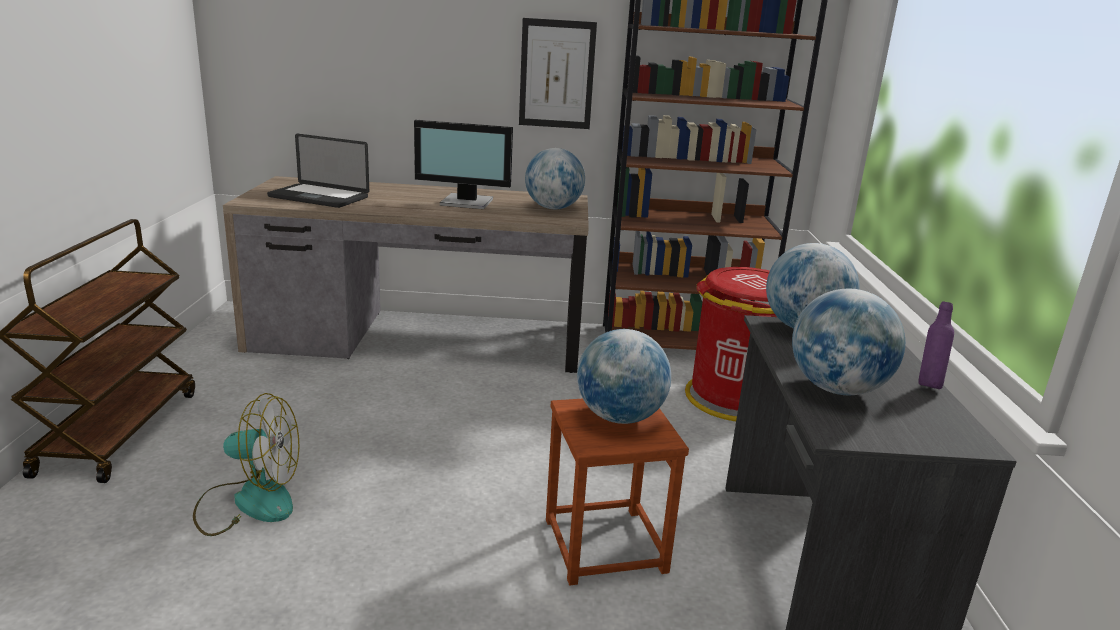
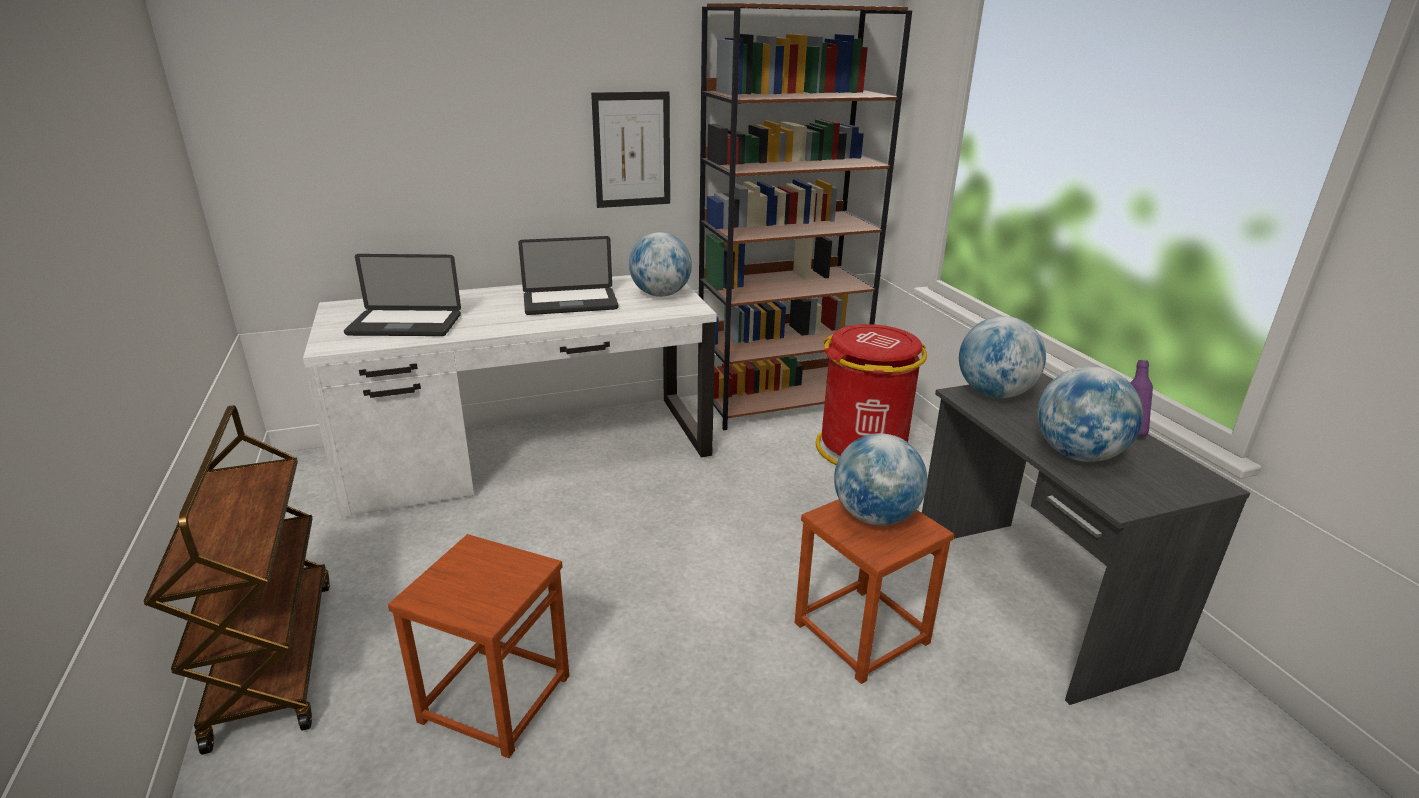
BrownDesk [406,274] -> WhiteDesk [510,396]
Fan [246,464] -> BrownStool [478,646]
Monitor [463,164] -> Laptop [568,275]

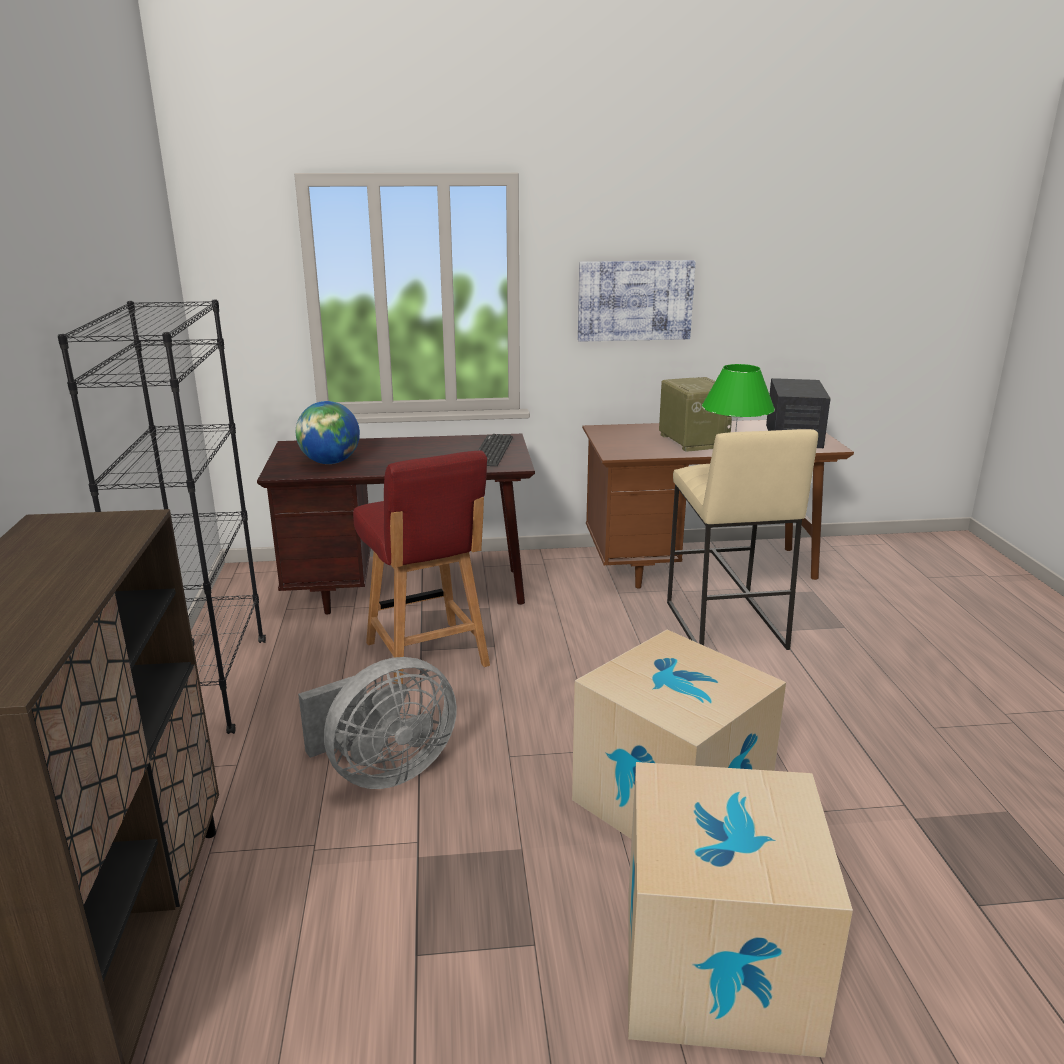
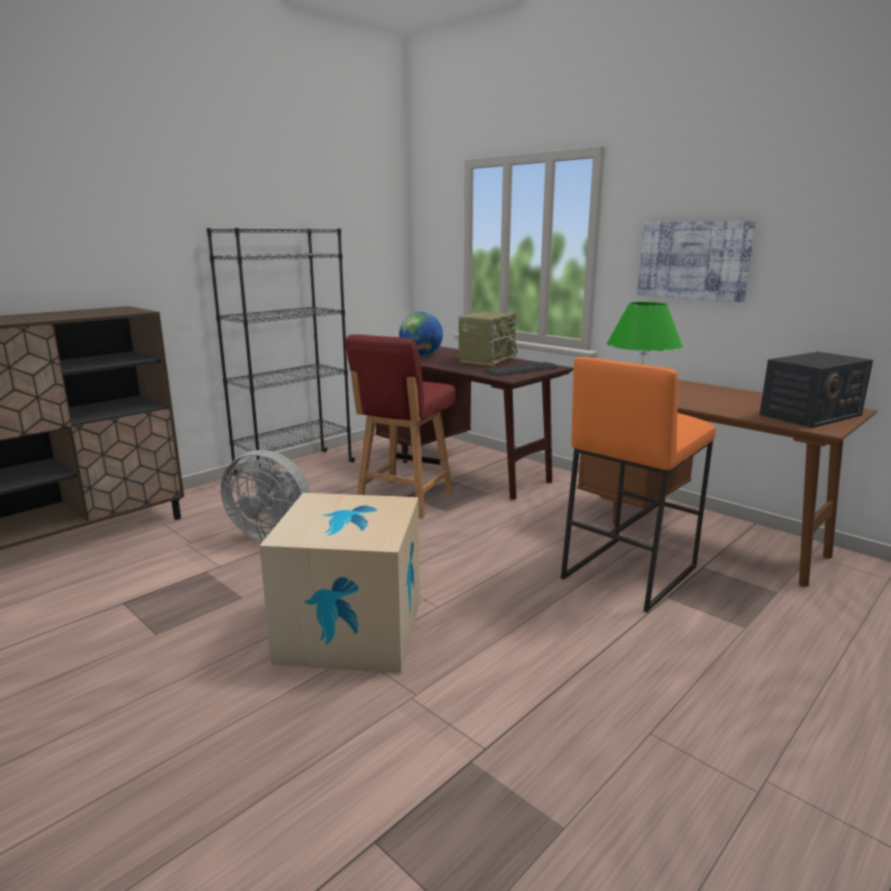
Radio [695,414] -> Radio [488,339], move
BeigeStool [742,539] -> OrangeStool [638,484]
CardboardBox [740,910] -> none

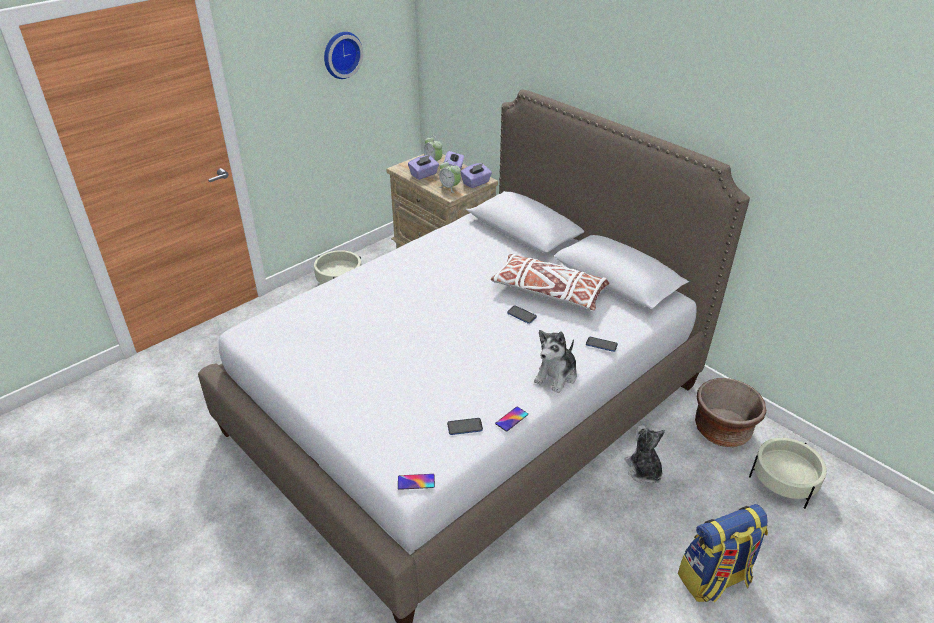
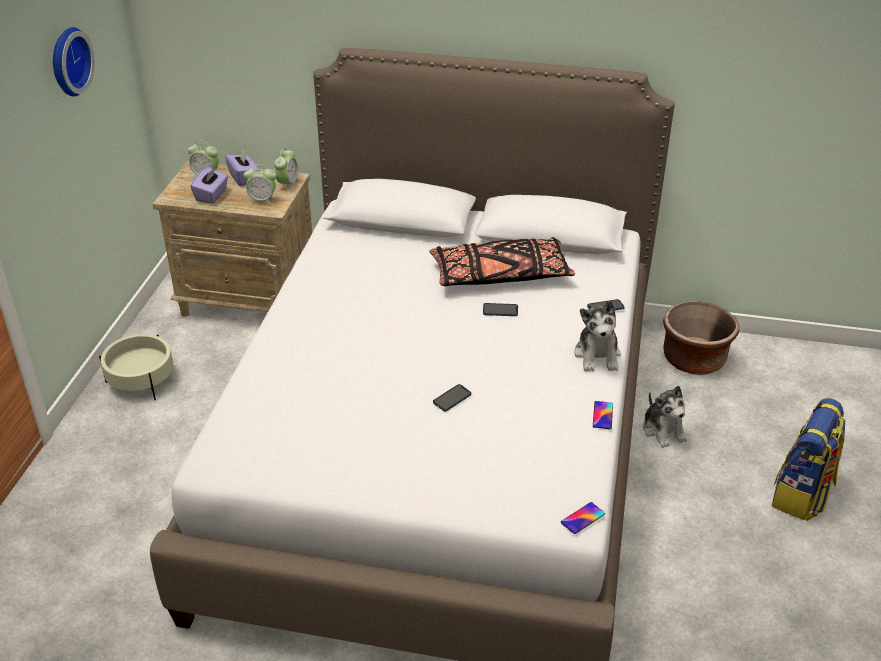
PurpleTissueBox [476,175] -> AlarmClock [287,170]
WhitePillow [550,282] -> BlackPillow [502,261]
Phone [465,426] -> Phone [452,398], move
PlushToy [645,454] -> PlushToy [665,417], 150 degrees counterclockwise
BeigePlanter [788,473] -> none

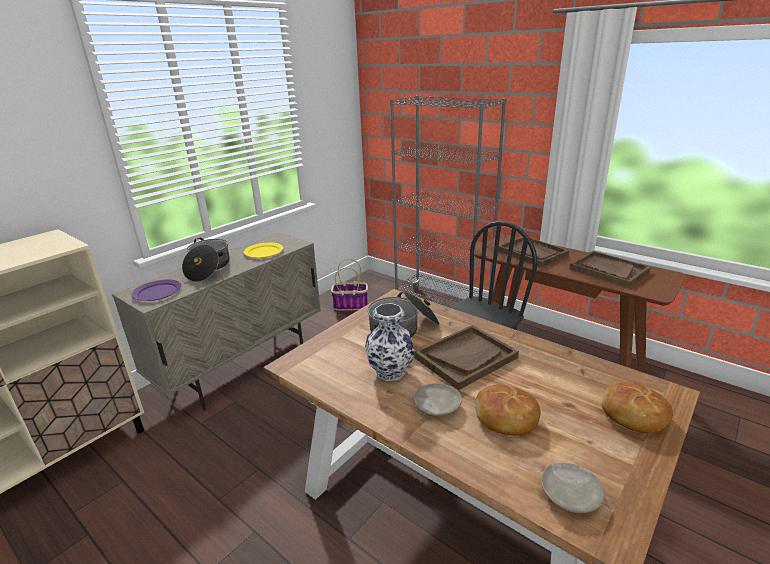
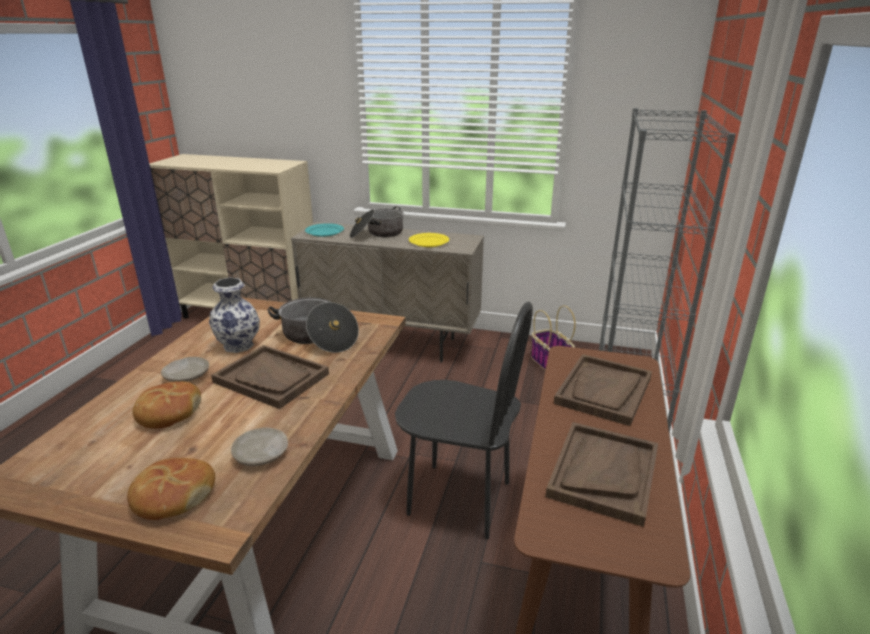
BeigePlate [573,488] -> BeigePlate [259,446], move
PurplePlate [156,290] -> TurquoisePlate [324,230]

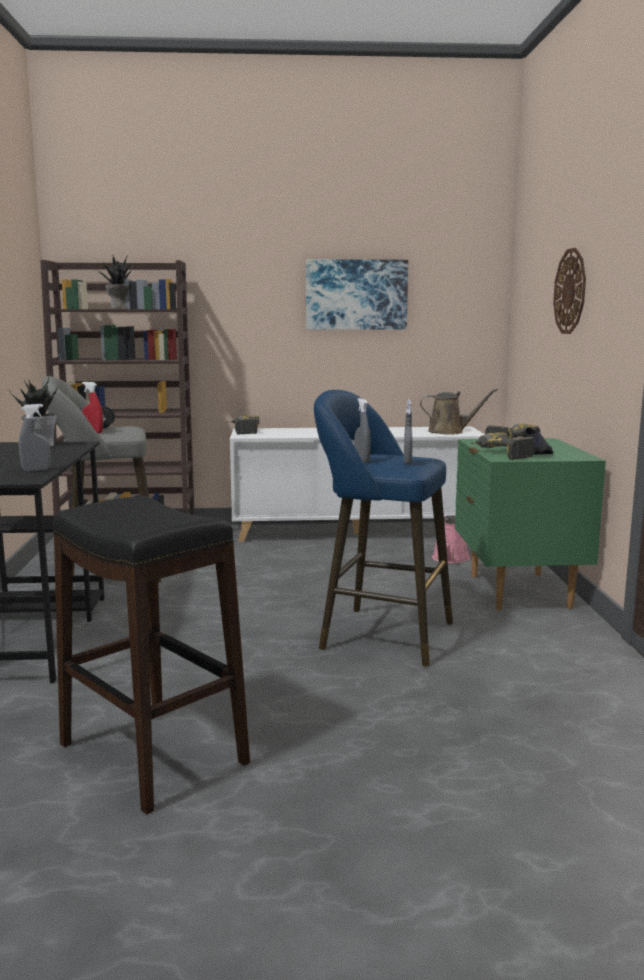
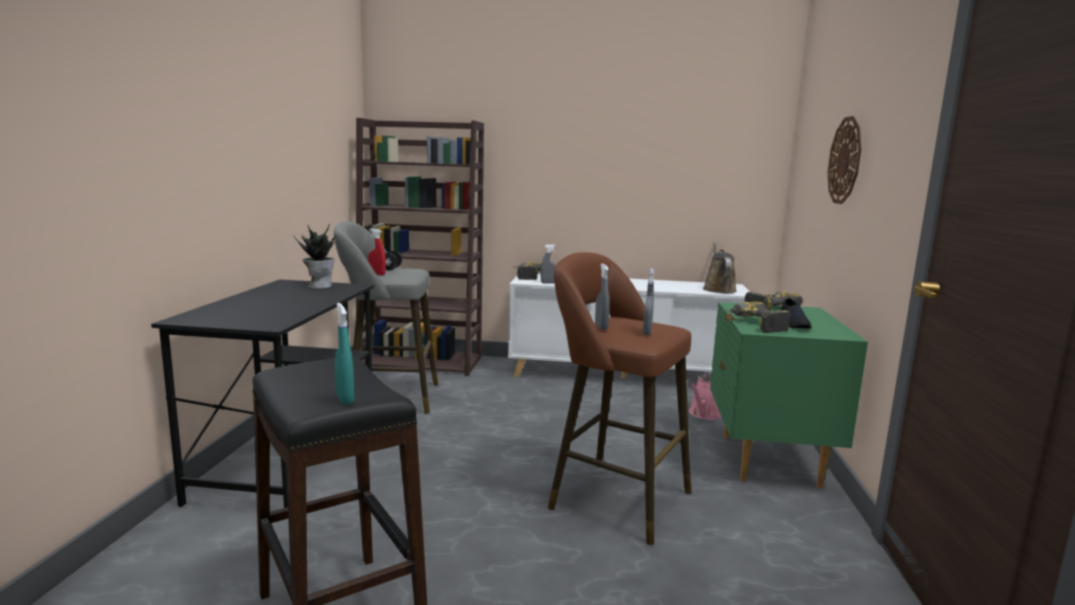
none -> TurquoiseSprayBottle [344,354]
GreySprayBottle [35,438] -> GreySprayBottle [548,263], move
BlueStool [383,528] -> BrownStool [619,398]
BrownWateringCan [459,411] -> BrownWateringCan [720,267], 105 degrees counterclockwise
PottedPlant [114,282] -> none
Picture [357,294] -> none

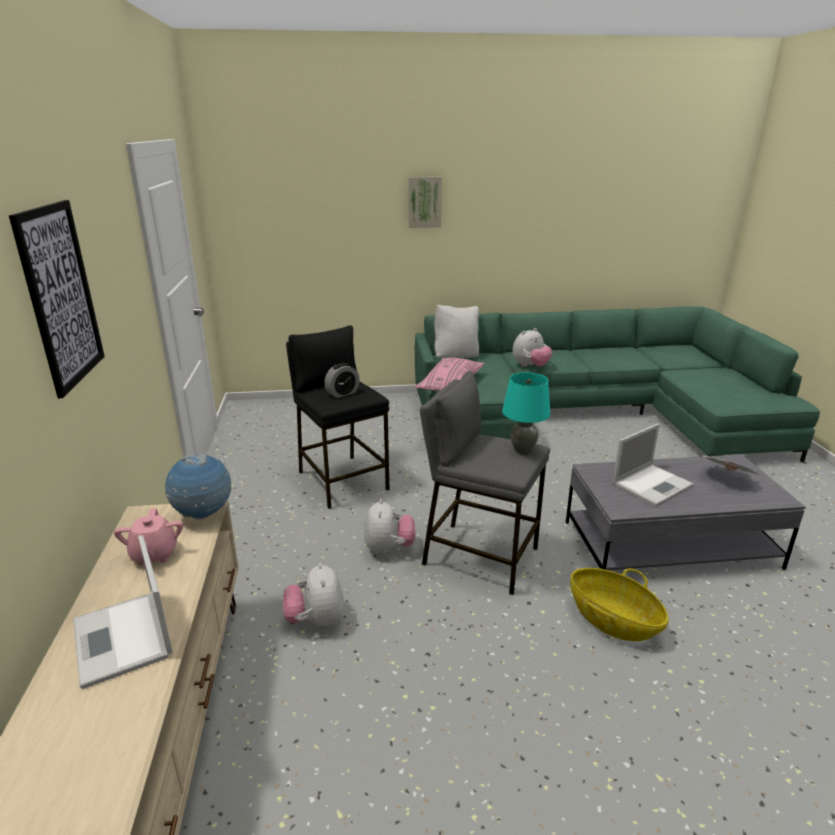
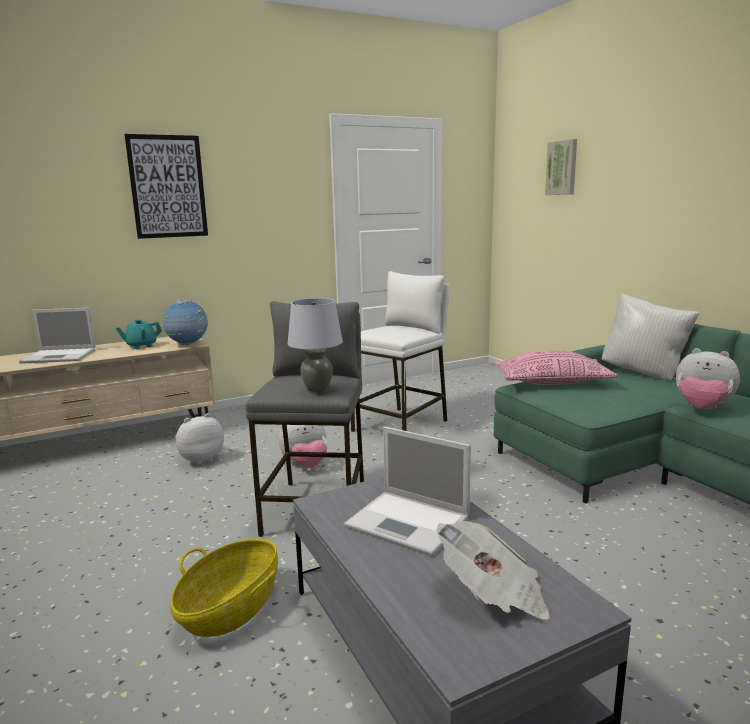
Laptop [123,612] -> Laptop [57,336], 135 degrees counterclockwise
PinkTeapot [148,536] -> TurquoiseTeapot [139,334]
TurquoiseTableLamp [526,413] -> GreyTableLamp [315,346]
BlackStool [338,417] -> WhiteStool [400,351]
Picture [425,202] -> Picture [561,167], move
AlarmClock [342,380] -> none

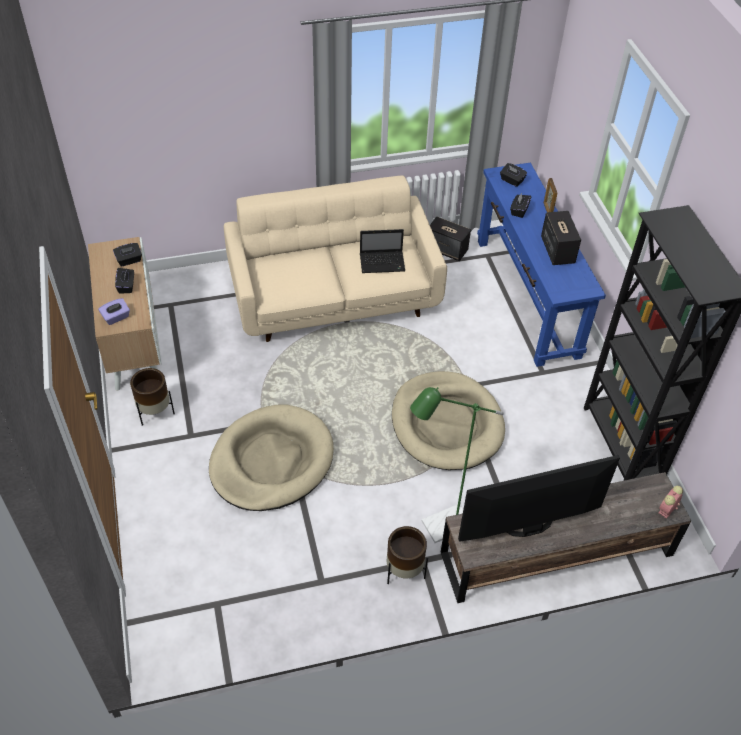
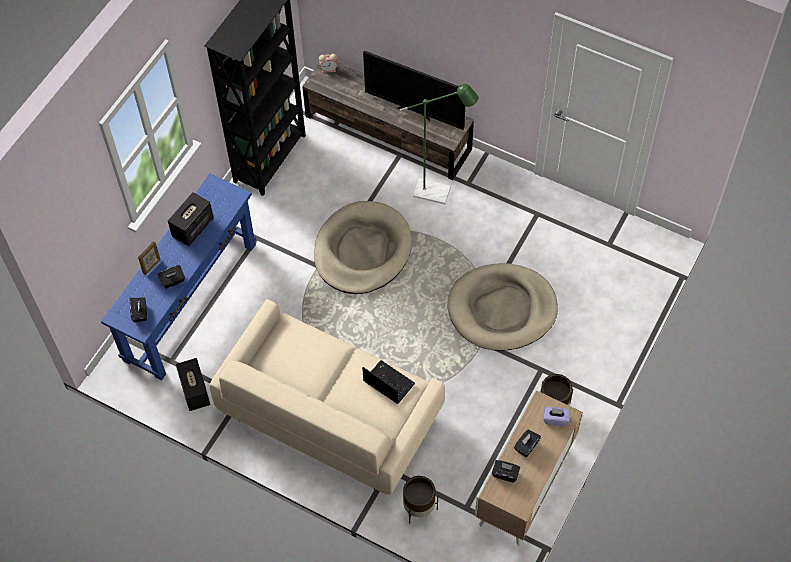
Laptop [382,251] -> Laptop [388,382], move
BrownPlanter [407,555] -> BrownPlanter [420,500], move

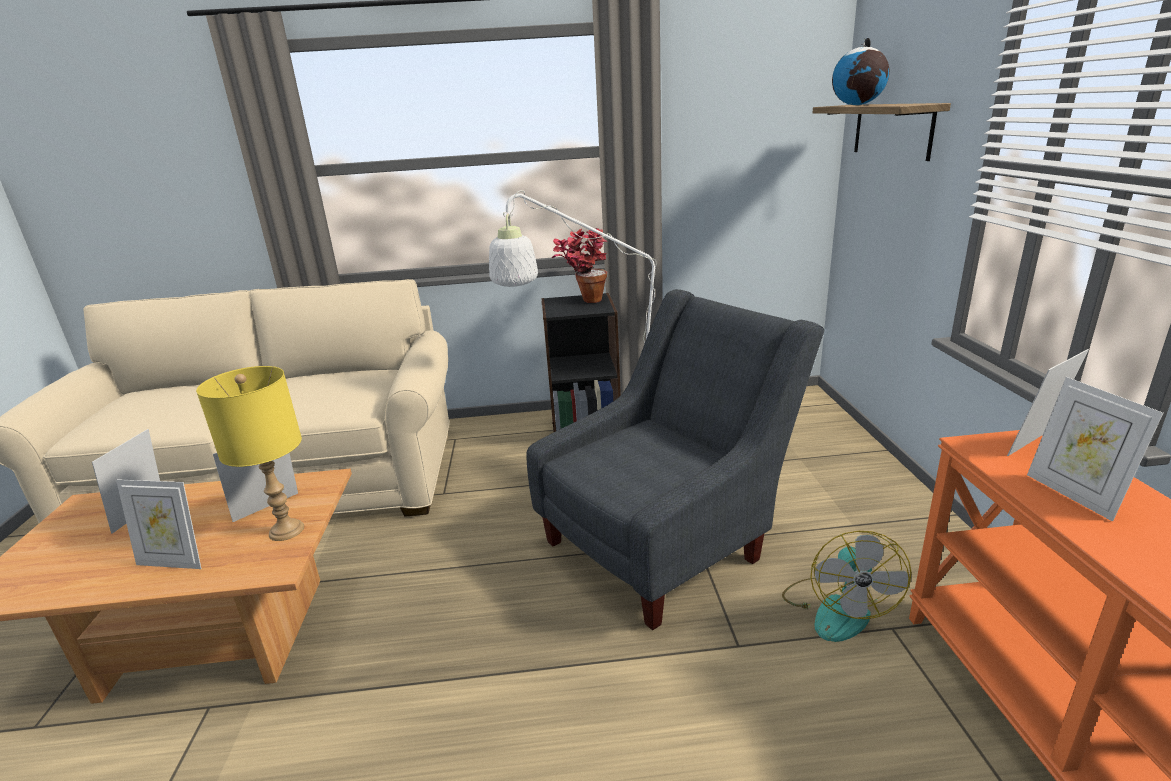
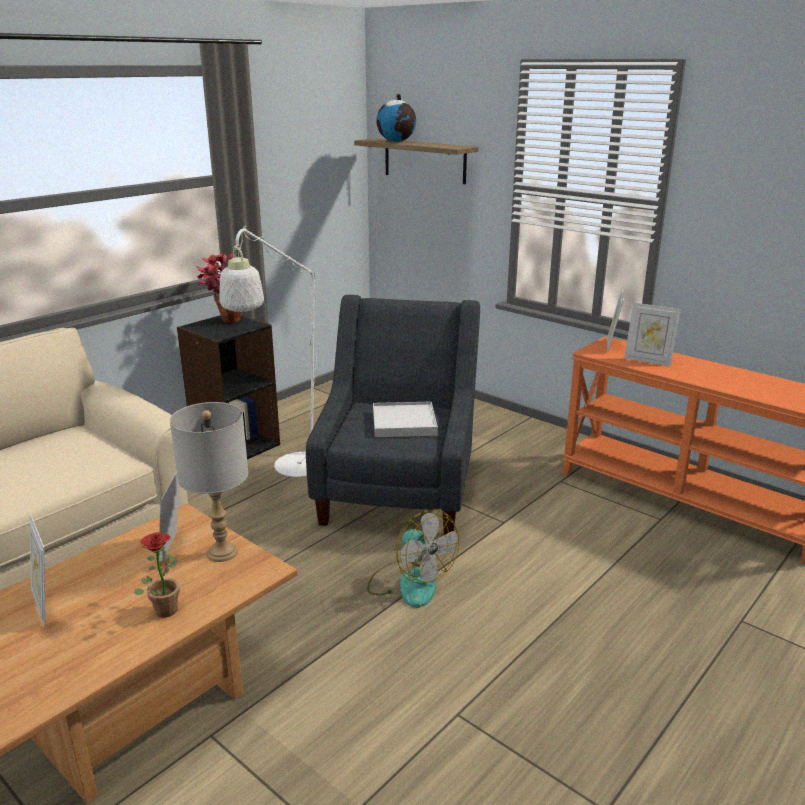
PictureFrame [159,524] -> PottedPlant [157,574]
YellowTableLamp [250,453] -> GreyTableLamp [209,482]
Fan [846,586] -> Fan [413,559], move
none -> WhiteTray [405,419]

